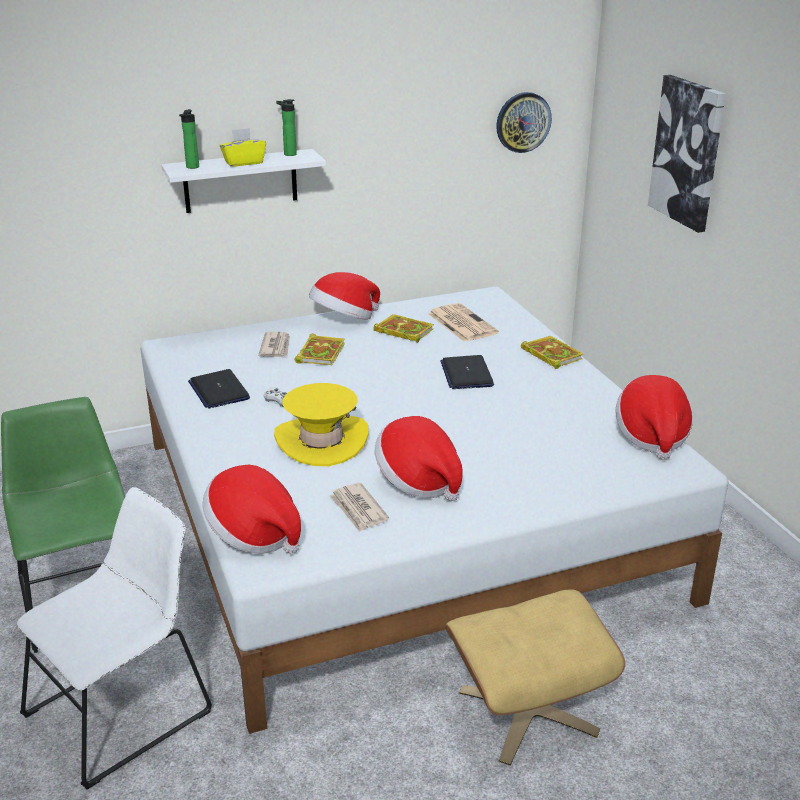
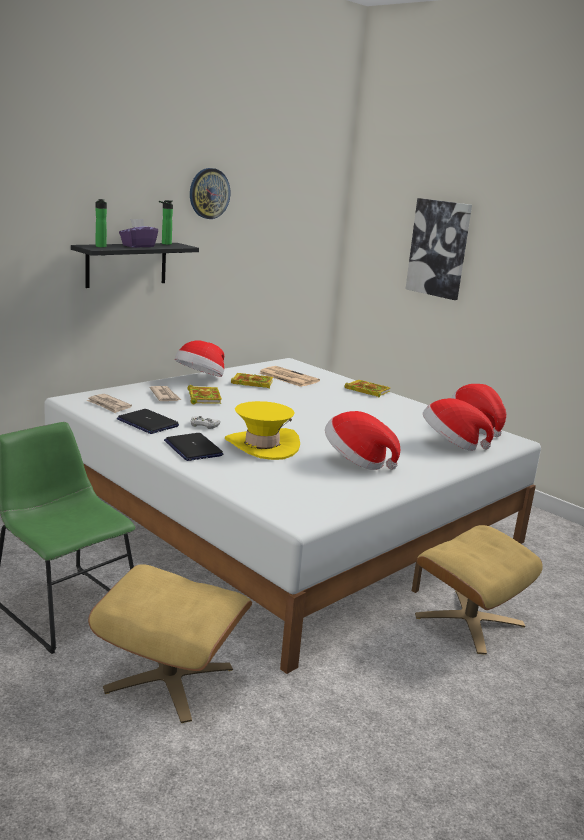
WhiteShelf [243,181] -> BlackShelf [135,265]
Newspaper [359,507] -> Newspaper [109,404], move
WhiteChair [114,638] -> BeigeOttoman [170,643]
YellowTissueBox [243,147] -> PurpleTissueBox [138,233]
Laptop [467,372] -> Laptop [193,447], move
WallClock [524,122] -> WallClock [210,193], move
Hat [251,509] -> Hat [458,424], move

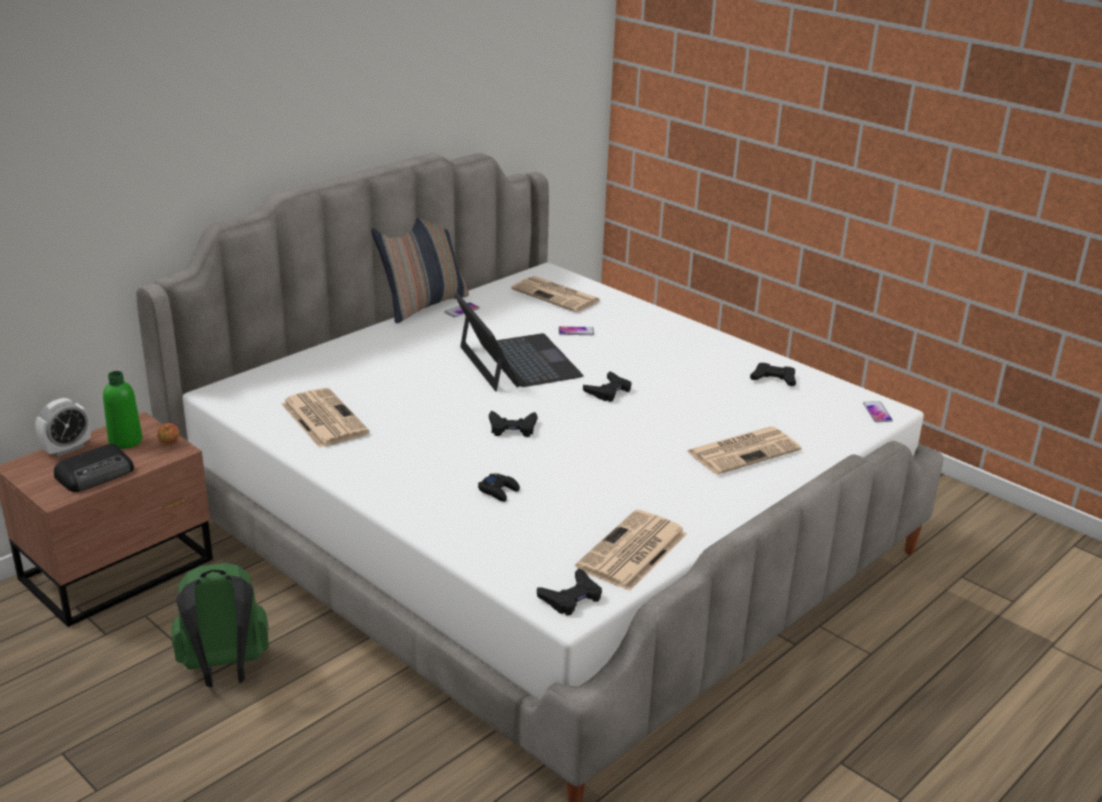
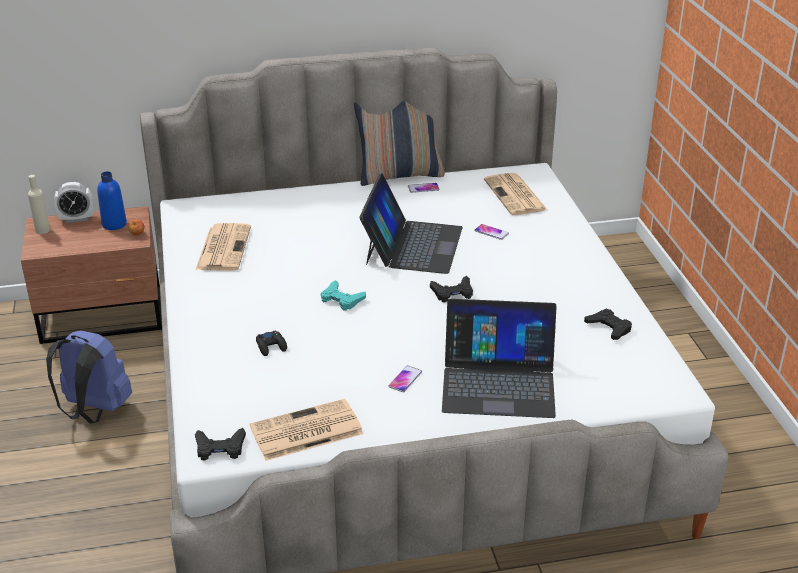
none -> BeigeBottle [39,204]
GreenBackpack [220,625] -> BlueBackpack [89,376]
GreenBottle [122,410] -> BlueBottle [112,200]
BlackGameController [513,424] -> TurquoiseGameController [343,295]
Phone [878,411] -> Phone [405,379], move
Newspaper [744,450] -> Laptop [499,358]
Radio [94,468] -> none

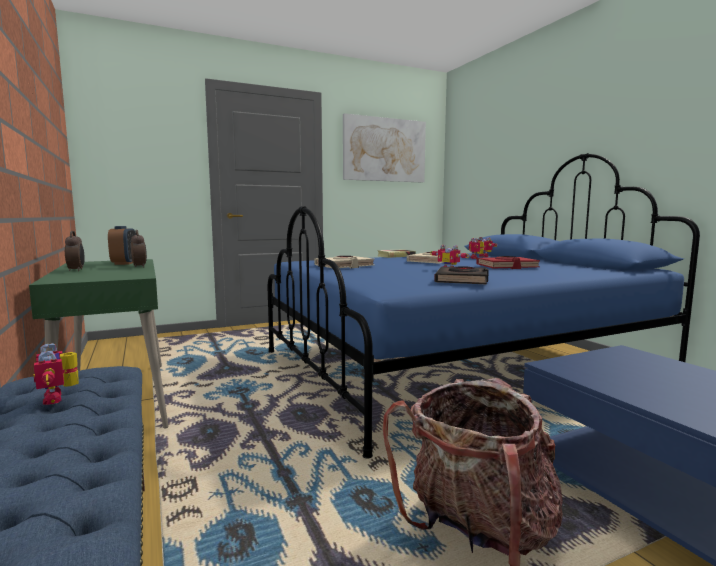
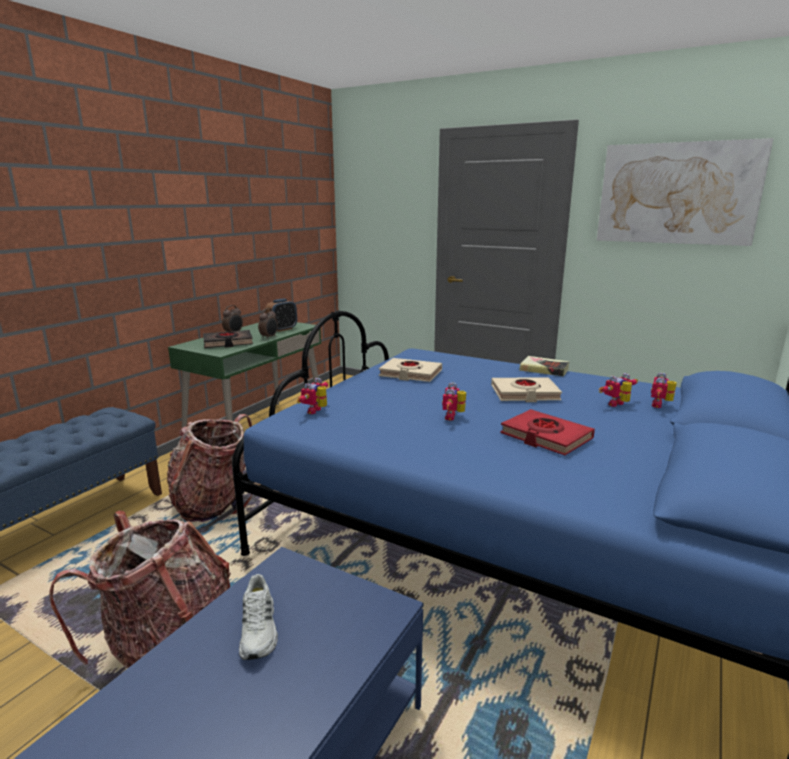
none -> Backpack [209,468]
BlackBook [461,275] -> BlackBook [228,339], move
none -> WhiteShoe [258,617]
ToyRobot [56,374] -> ToyRobot [313,396], move

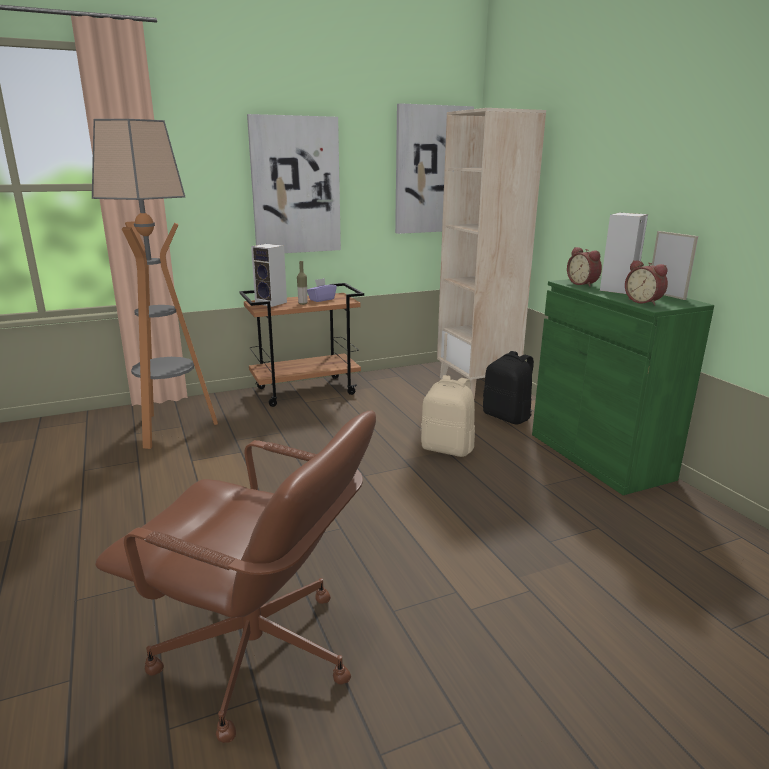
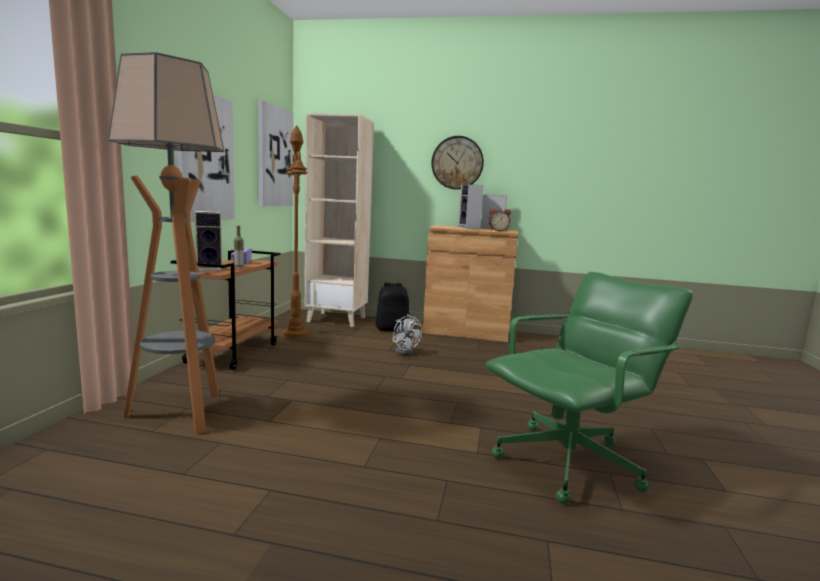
none -> BrownFloorLamp [295,231]
BeigeBackpack [448,416] -> WhiteFan [407,334]
GreenCabinet [623,385] -> BrownCabinet [470,283]
none -> WallClock [457,163]
BrownOfficeChair [235,577] -> GreenOfficeChair [589,388]
AlarmClock [584,267] -> none

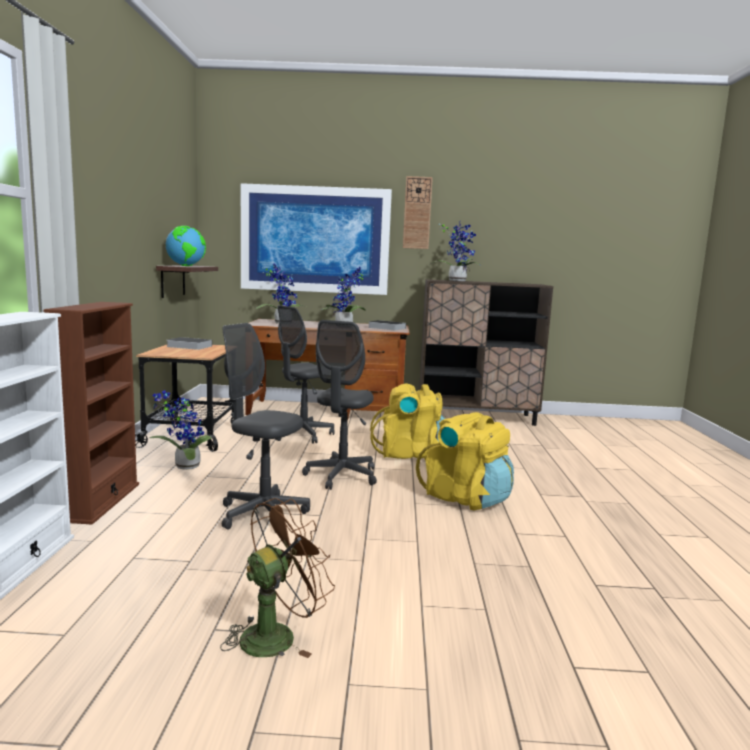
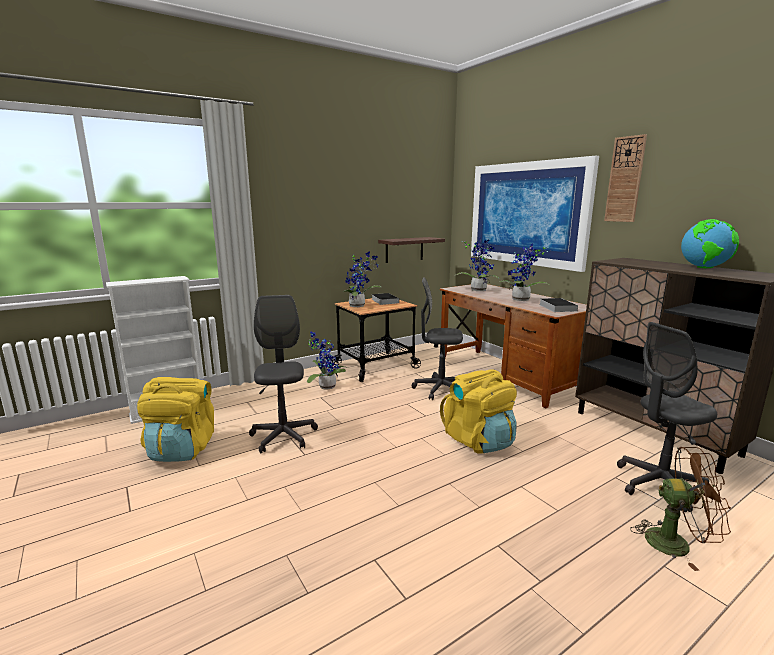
YellowBackpack [465,461] -> YellowBackpack [175,419], move
PottedPlant [455,251] -> PottedPlant [362,279], move
GreyOfficeChair [339,405] -> GreyOfficeChair [667,417], move
BrownFan [277,578] -> BrownFan [680,509], move
Globe [186,246] -> Globe [710,243], move
BrownBookcase [91,413] -> none

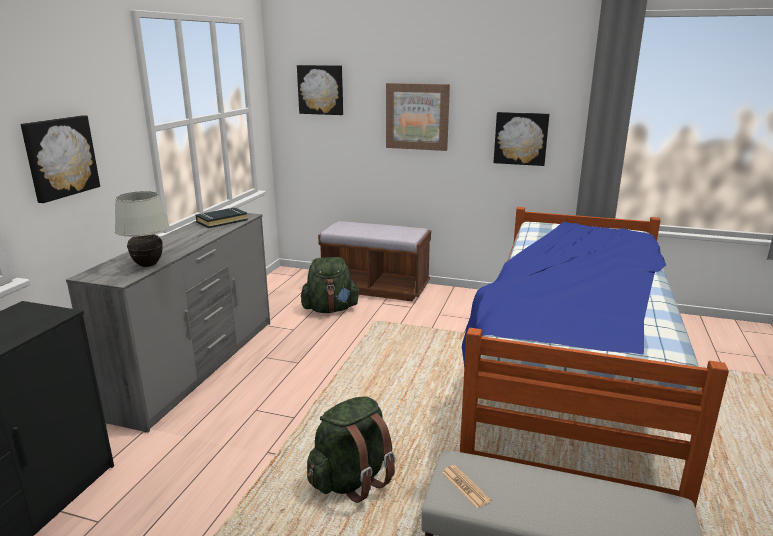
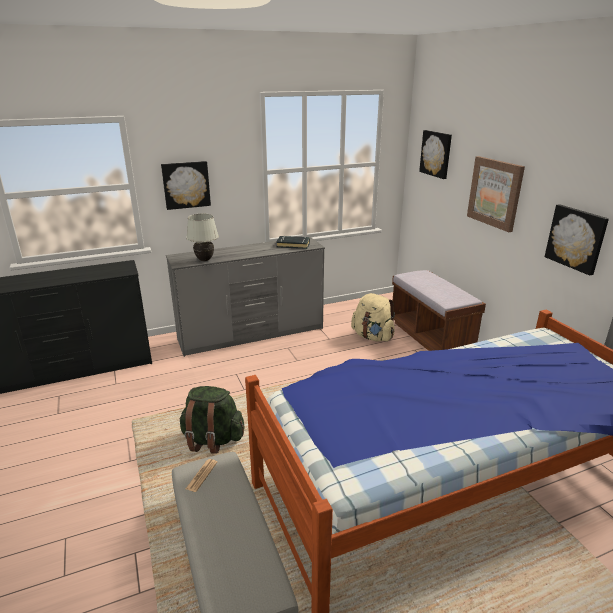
GreenBackpack [330,285] -> BeigeBackpack [373,317]

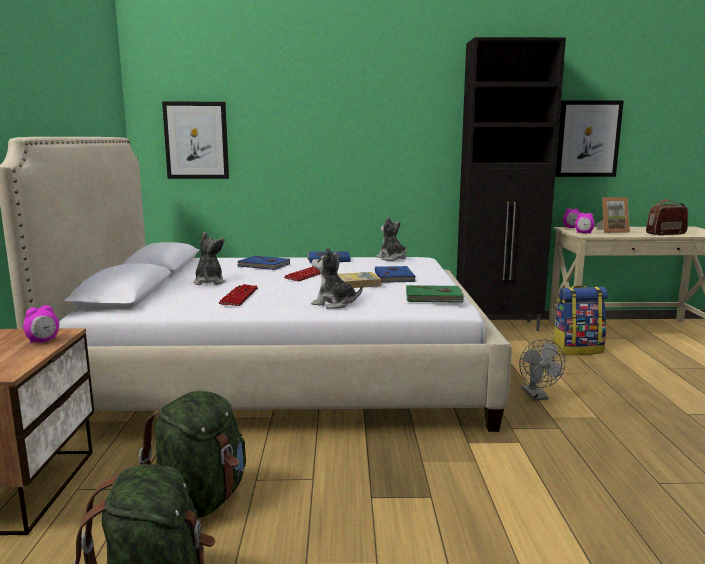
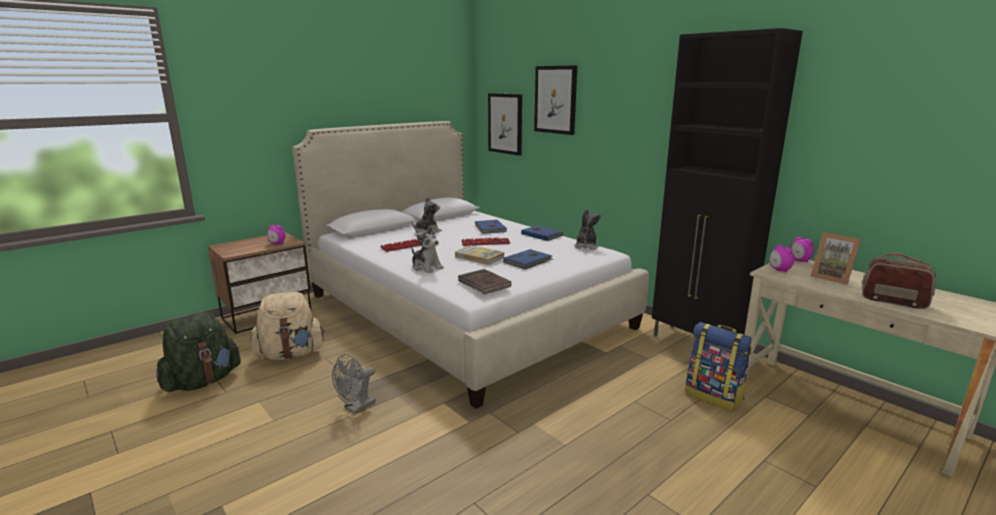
GreenBackpack [192,454] -> BeigeBackpack [287,326]
GreyFan [542,370] -> GreyFan [354,383], move
PlushToy [337,278] -> PlushToy [428,249], 150 degrees clockwise
GreenBook [435,294] -> BrownBook [484,281]
Picture [589,138] -> Picture [555,100], move

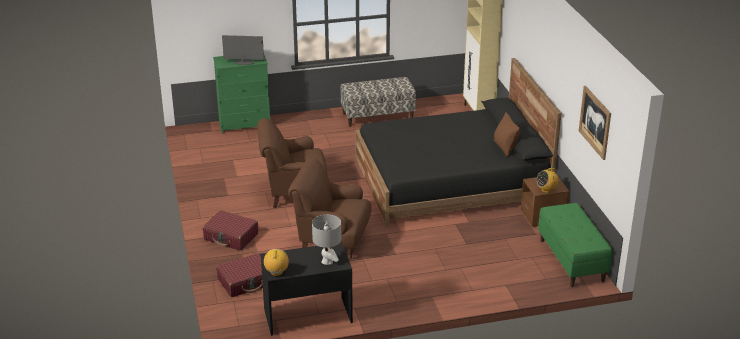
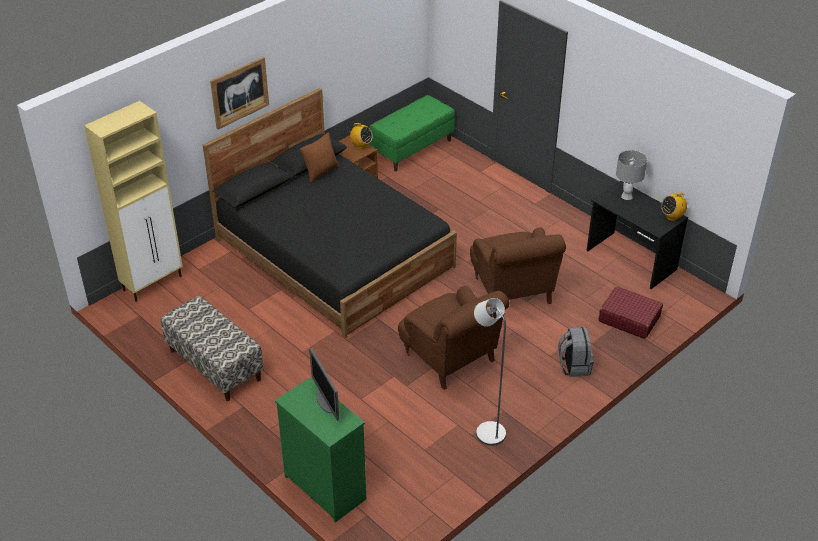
Picture [595,123] -> Picture [239,93], move
none -> GreyFloorLamp [490,372]
RedSuitcase [230,230] -> GreyBackpack [576,352]

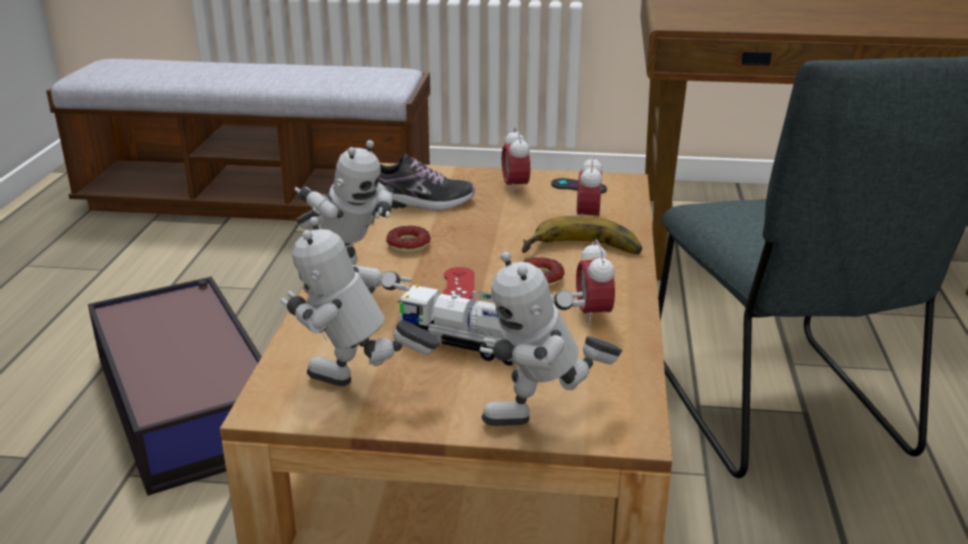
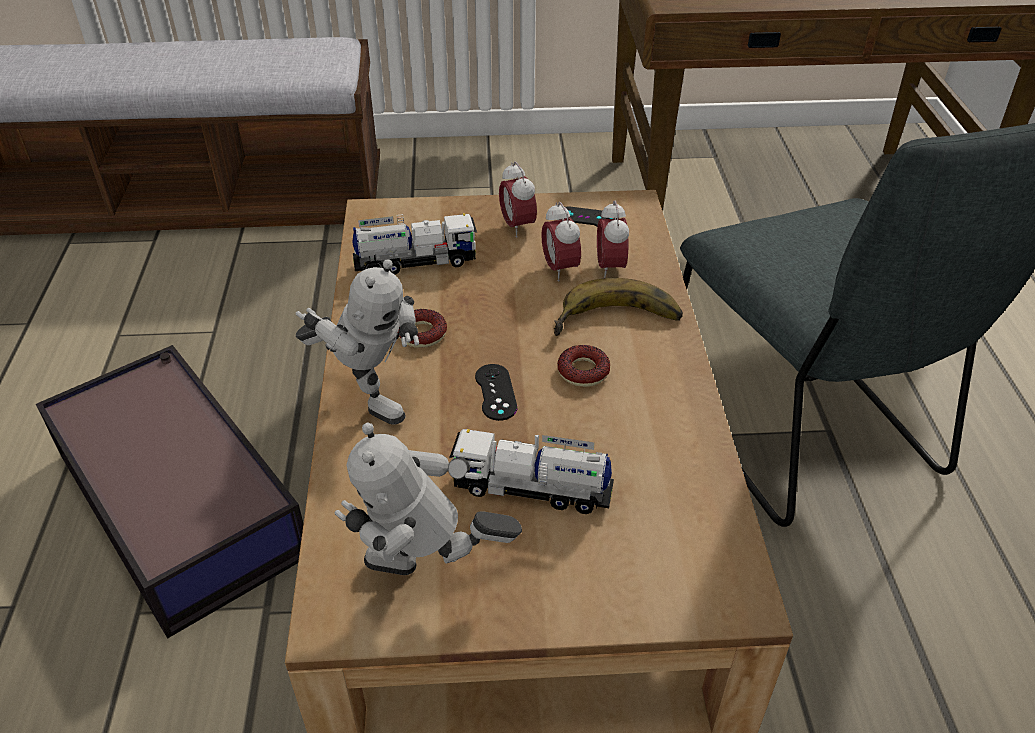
Shoe [427,182] -> ToyTruck [414,244]
RedGameController [458,283] -> BlackGameController [496,392]
AlarmClock [595,282] -> AlarmClock [561,242], move
ToyRobot [551,339] -> none

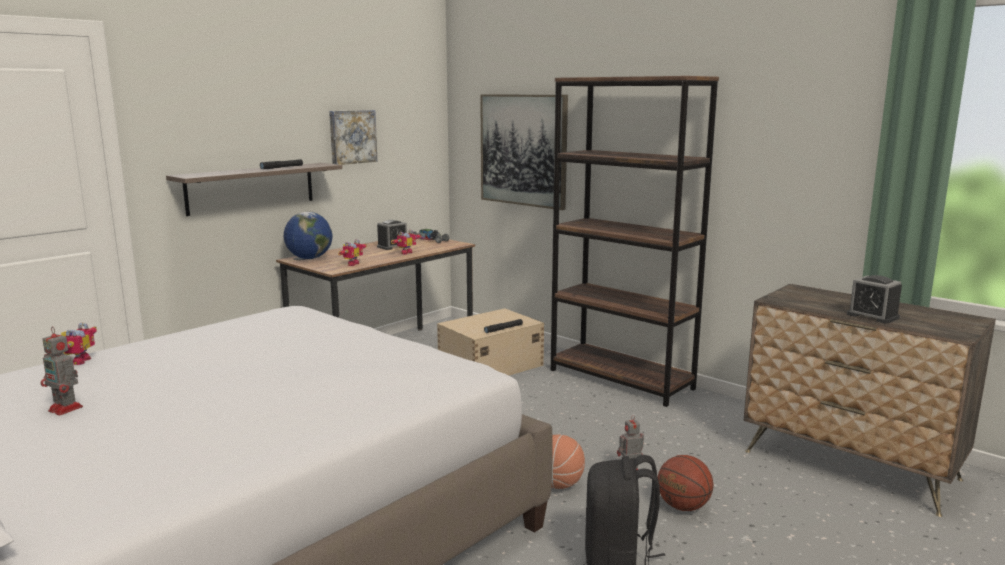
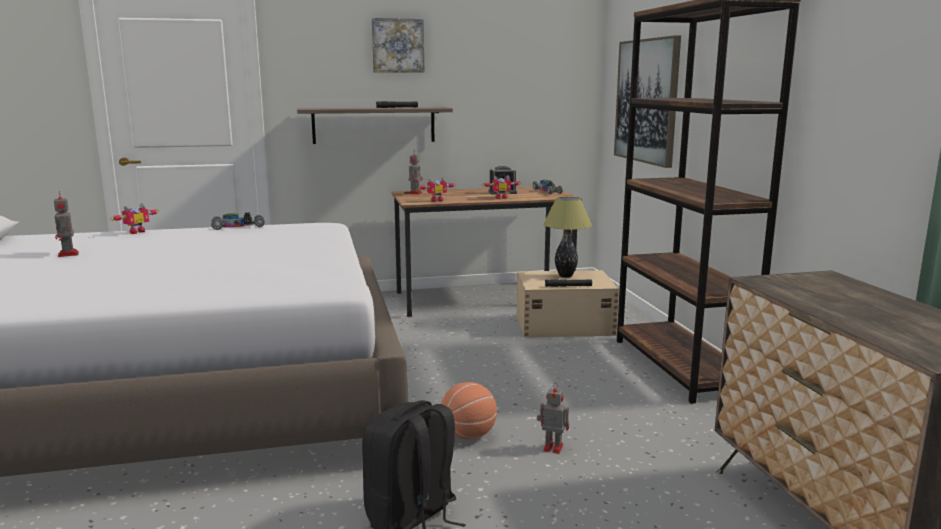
none -> ToyCar [238,221]
Picture [353,137] -> Picture [398,45], move
Globe [308,235] -> ToyRobot [415,172]
none -> TableLamp [567,237]
Basketball [685,483] -> none
AlarmClock [874,299] -> none

